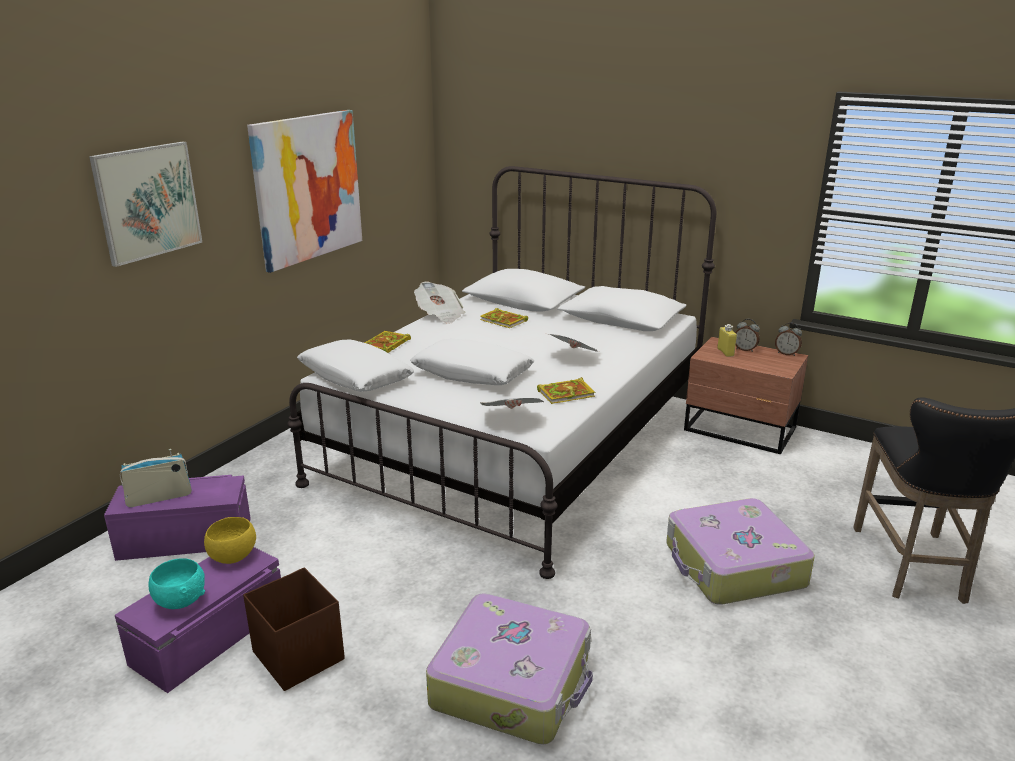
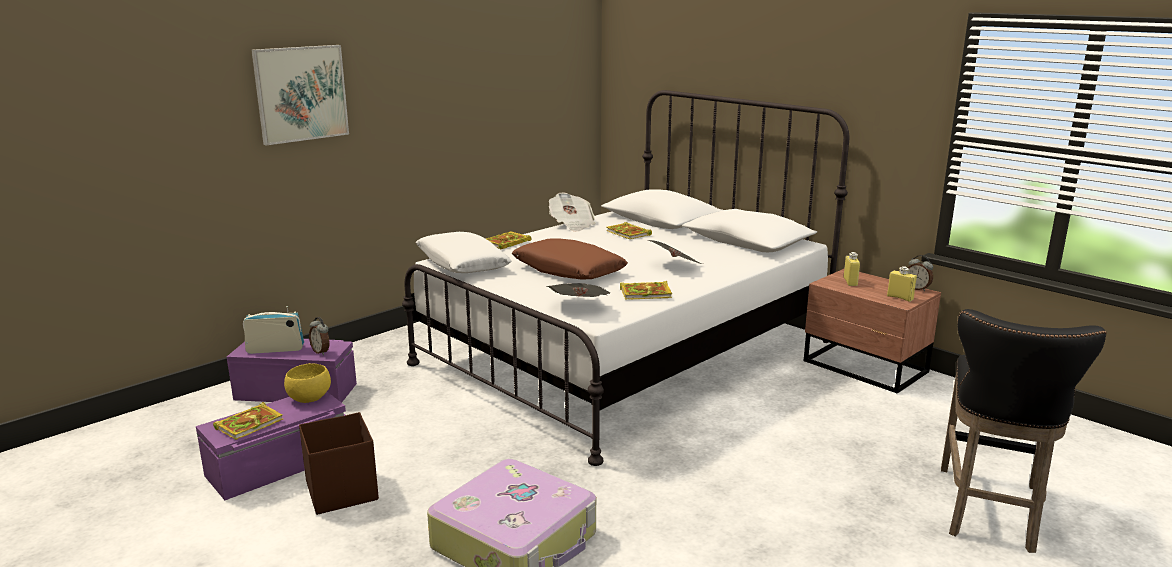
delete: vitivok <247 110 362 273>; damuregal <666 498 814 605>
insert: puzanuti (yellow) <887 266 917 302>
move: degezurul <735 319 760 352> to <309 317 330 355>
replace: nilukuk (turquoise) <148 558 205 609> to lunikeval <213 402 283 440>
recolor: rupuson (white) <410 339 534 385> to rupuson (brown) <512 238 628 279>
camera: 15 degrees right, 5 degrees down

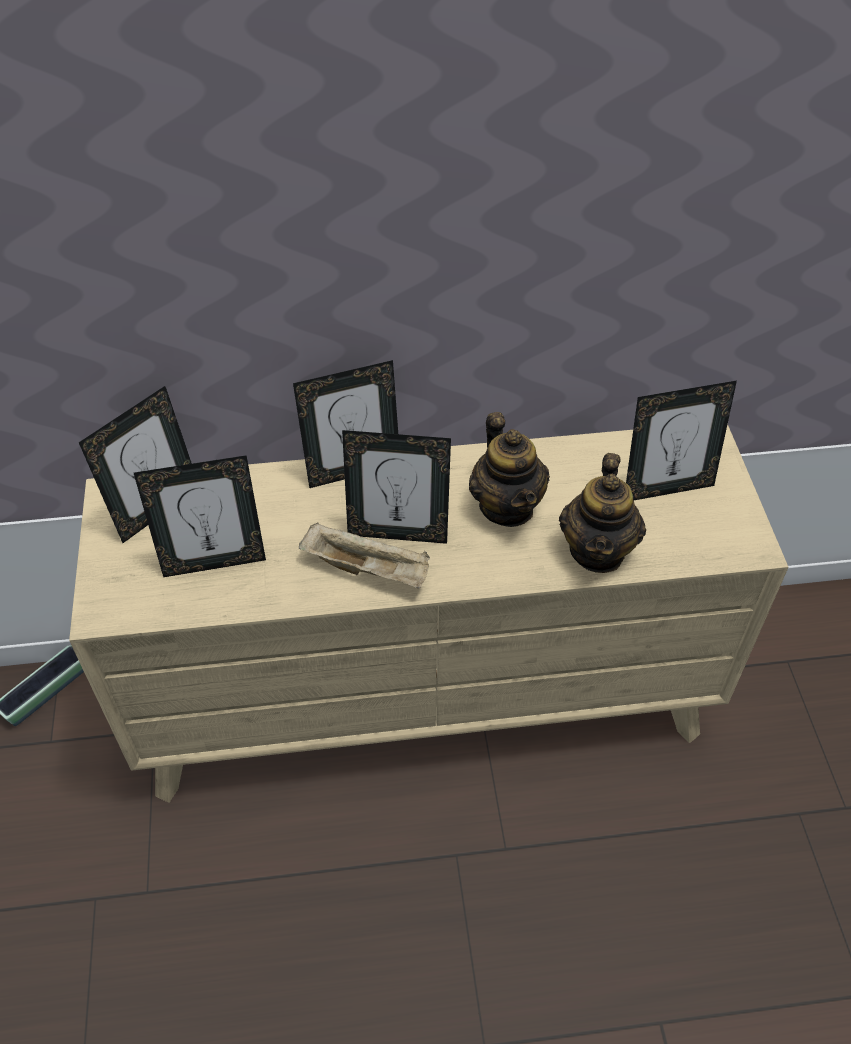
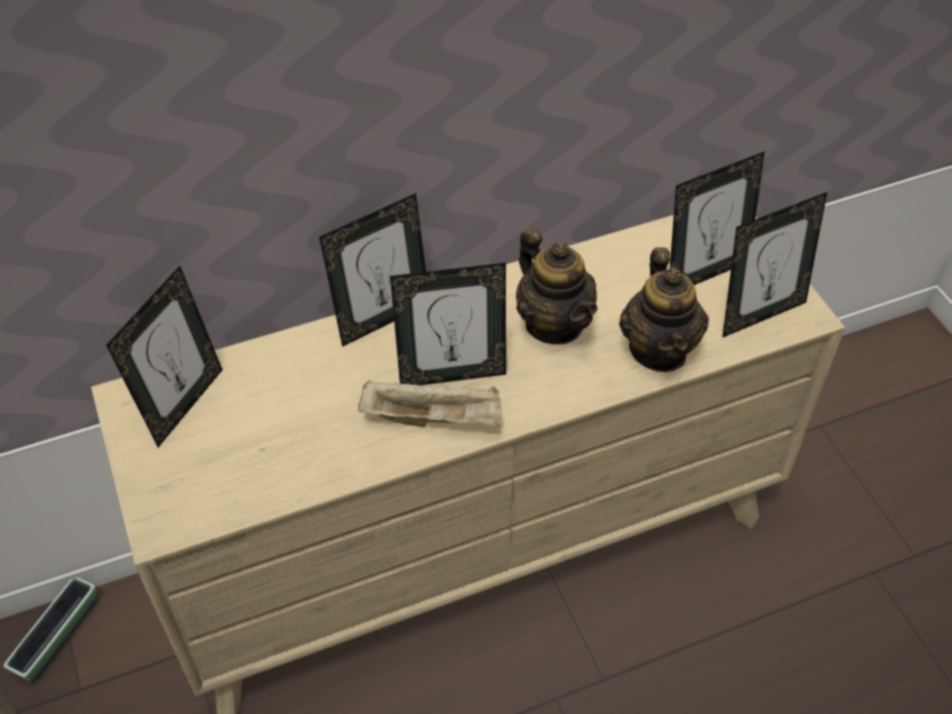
move: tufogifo <134 455 266 577> to <722 192 827 338>
camera: 15 degrees left, 0 degrees up

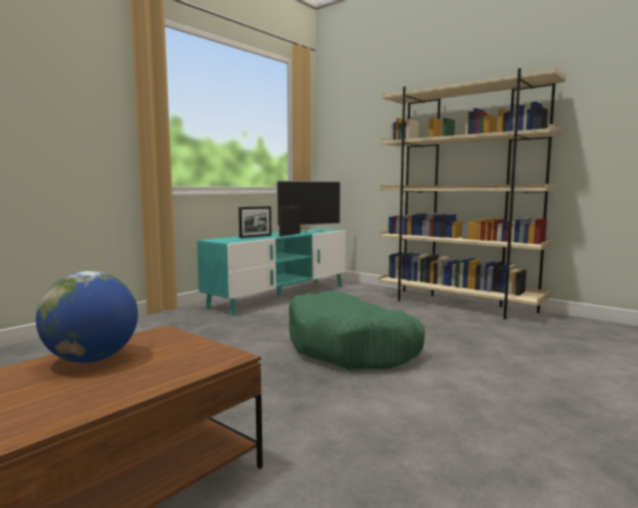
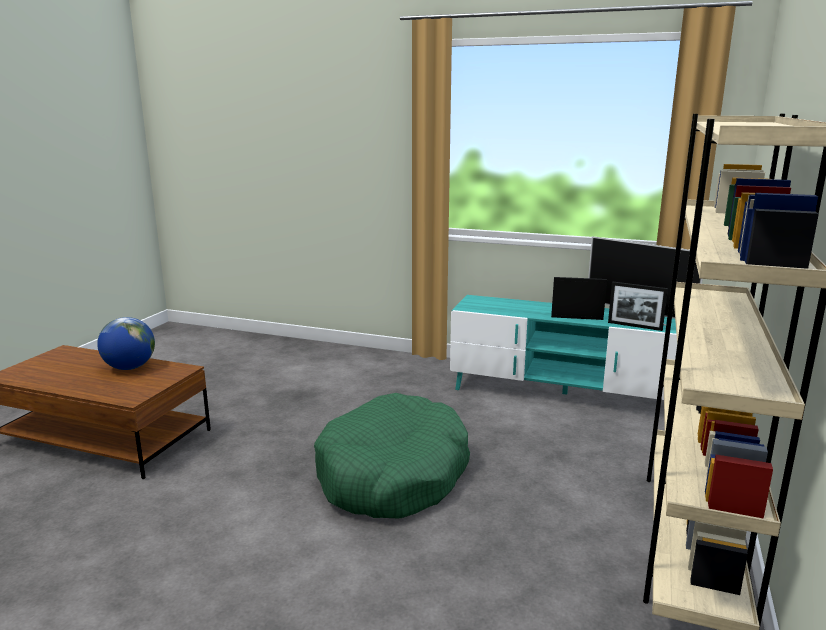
move: tufogifo <239 206 271 238> to <608 282 668 331>
camera: 70 degrees right, 10 degrees up

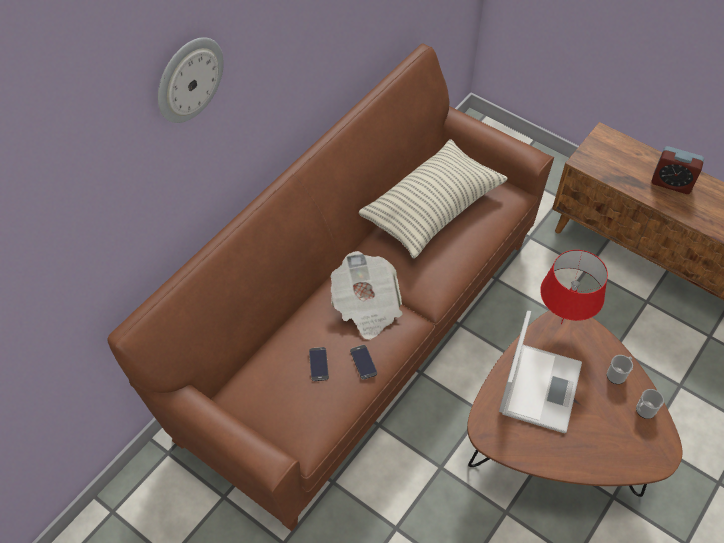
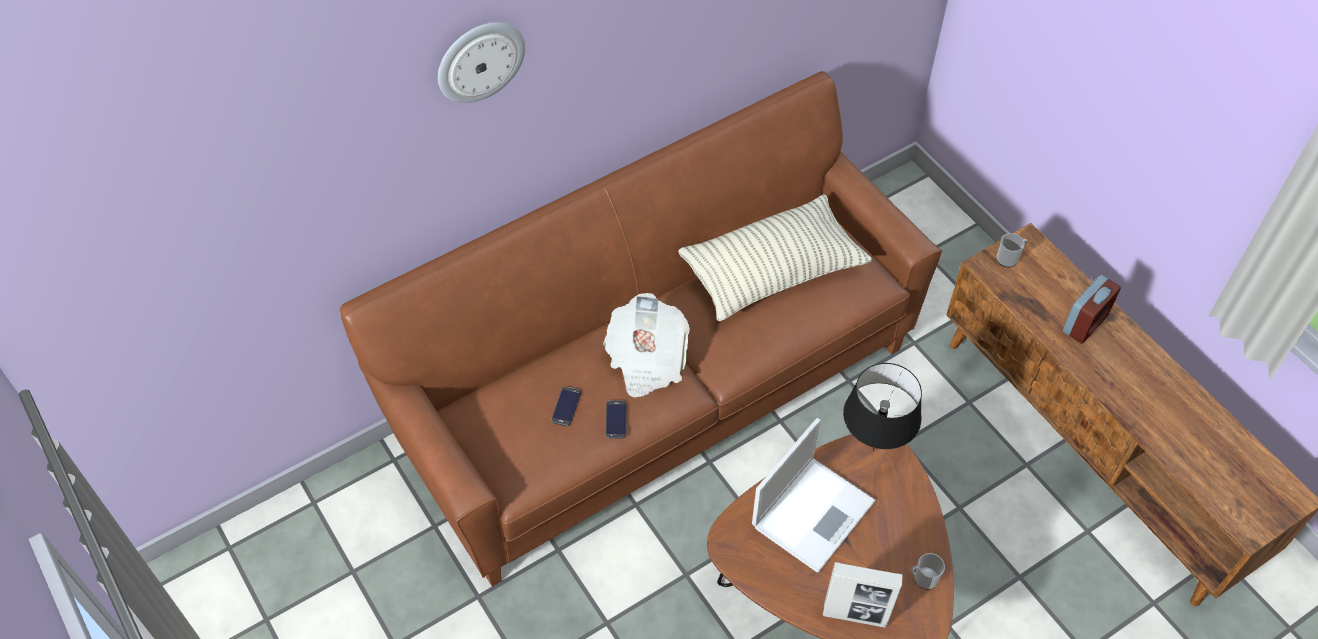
insert: tufogifo <823 562 903 628>
move: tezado <607 355 633 384> to <996 233 1028 267>
recolor: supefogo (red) <540 250 608 324> to supefogo (black) <843 363 922 451>
rotate: degezurul <652 146 704 194> = <1063 275 1121 344> 90 degrees counterclockwise
camera: 20 degrees right, 0 degrees up

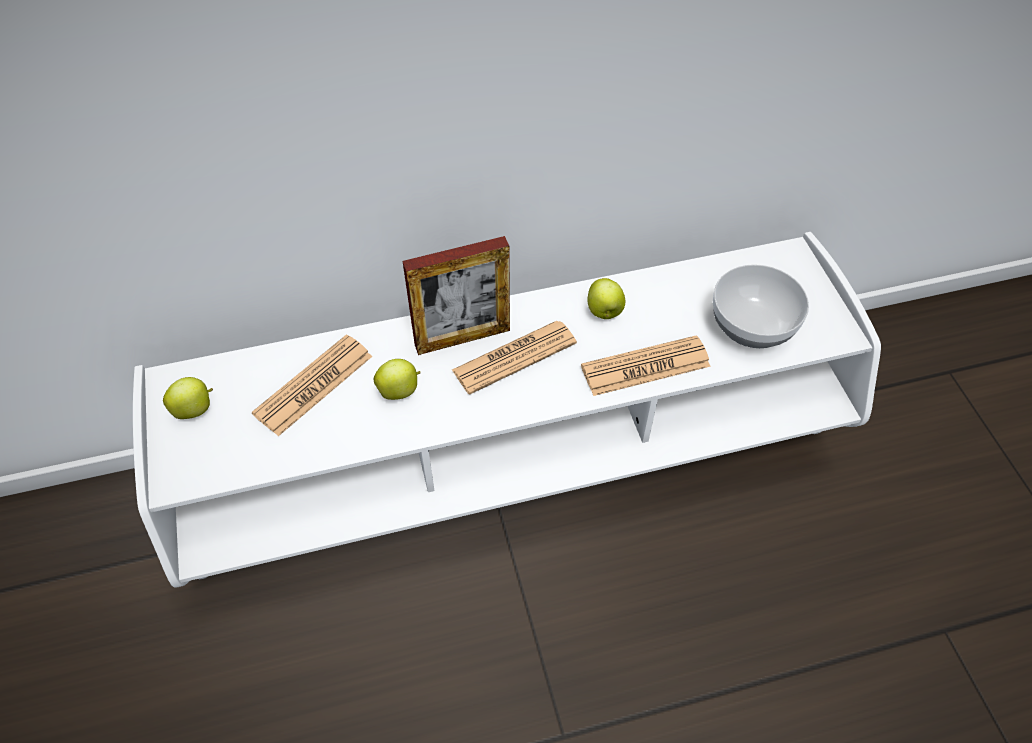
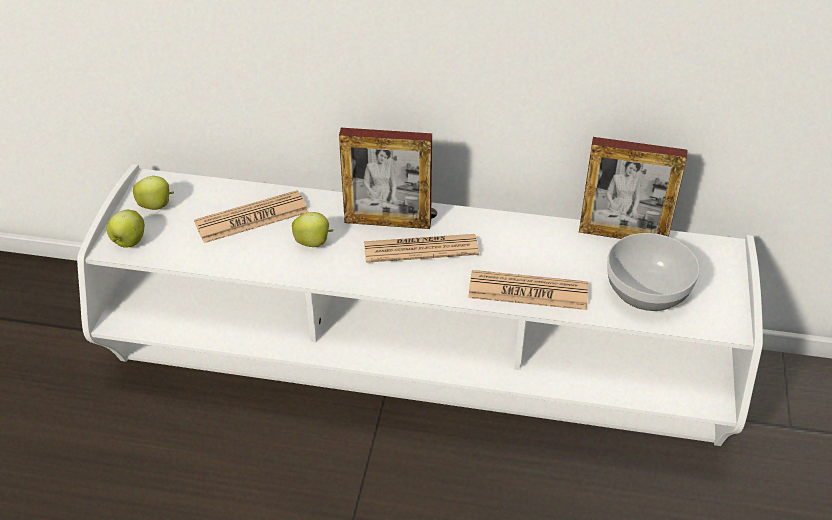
insert: tufogifo <579 137 688 239>
move: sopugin <587 278 625 319> to <107 210 144 248>
camera: 25 degrees right, 10 degrees down

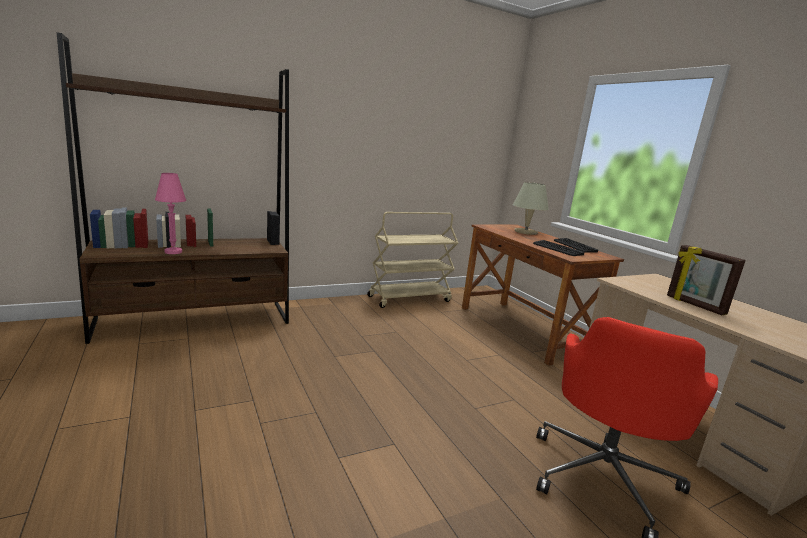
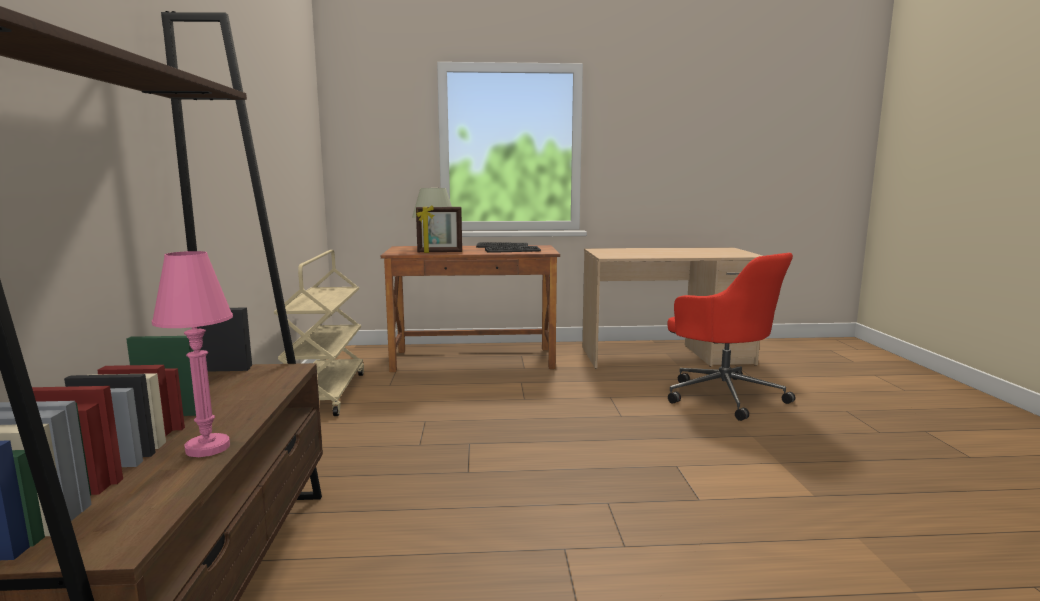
move: tufogifo <667 245 746 315> to <416 205 462 253>
camera: 65 degrees left, 5 degrees down

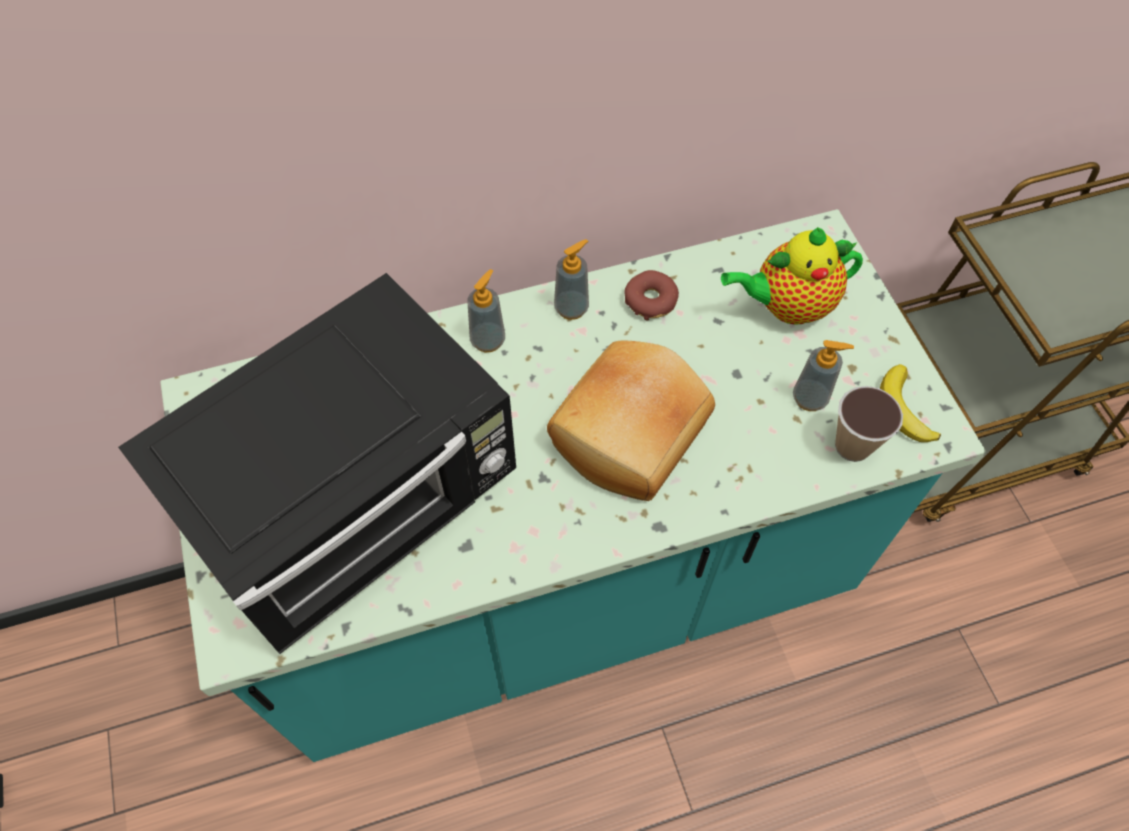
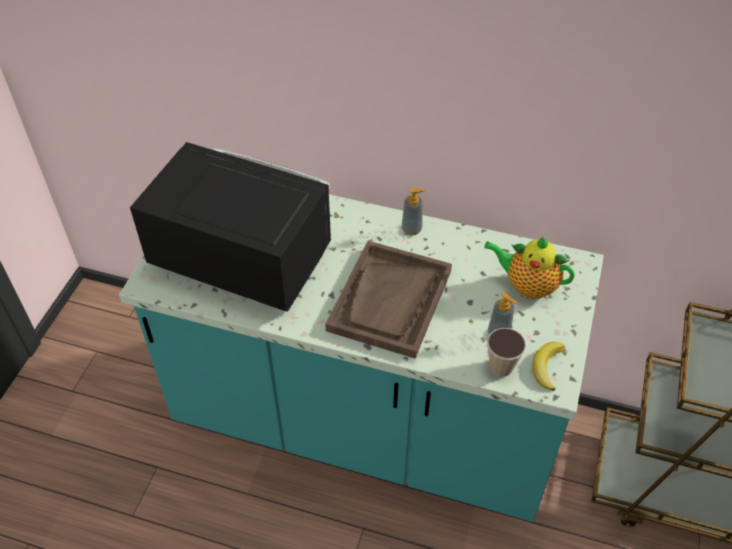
delete: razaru <468 269 505 352>; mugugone <625 270 679 320>
replace: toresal <547 340 715 501> to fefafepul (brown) <325 241 452 358>
rotate: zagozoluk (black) <118 273 516 654> = <130 142 331 312> 150 degrees counterclockwise
camera: 35 degrees right, 10 degrees down

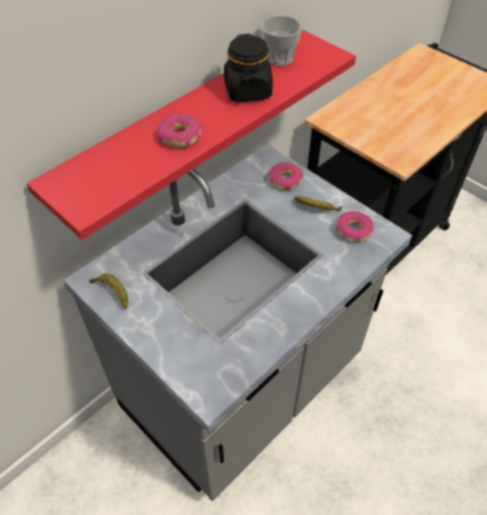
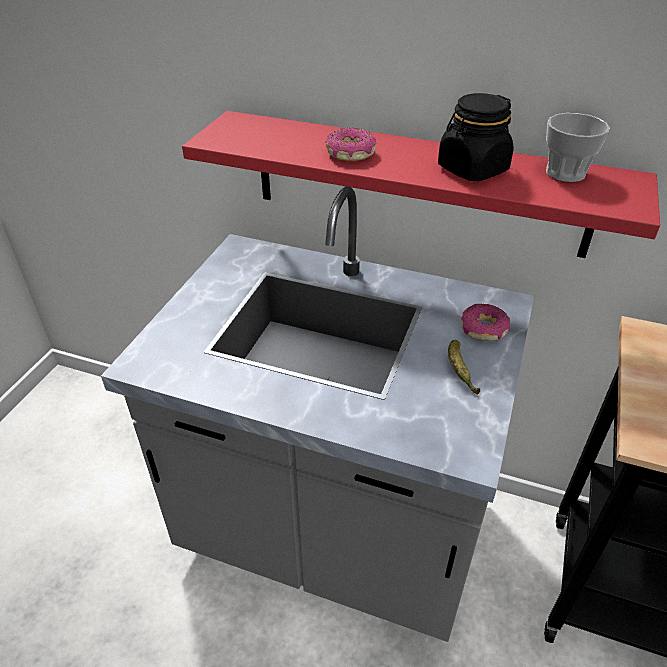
delete: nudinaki <89 274 128 309>; mugugone <336 211 373 242>
camera: 65 degrees right, 10 degrees down

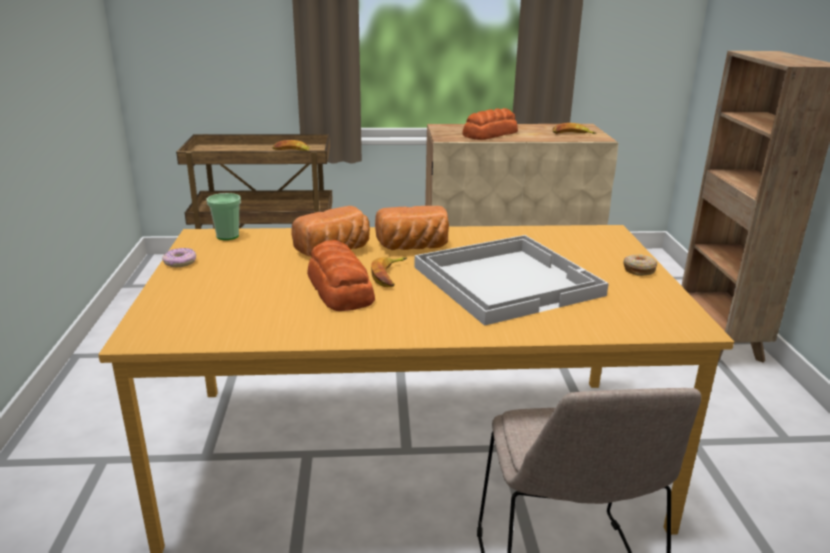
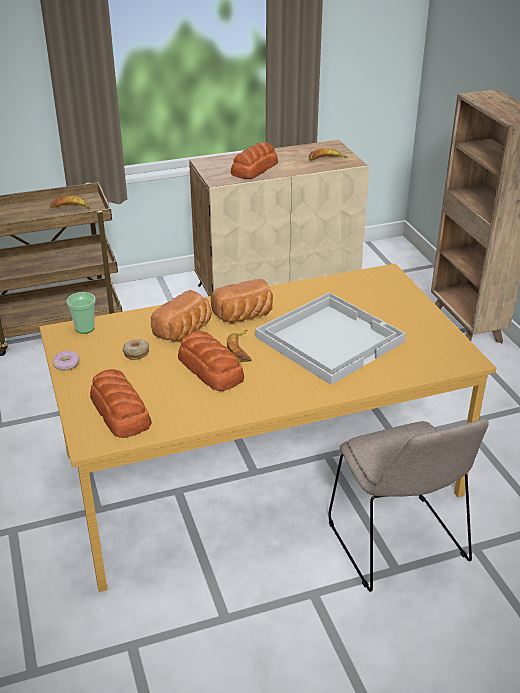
insert: toresal <90 369 152 438>
move: mugugone <623 254 657 276> to <123 339 150 360>
camera: 15 degrees left, 10 degrees up

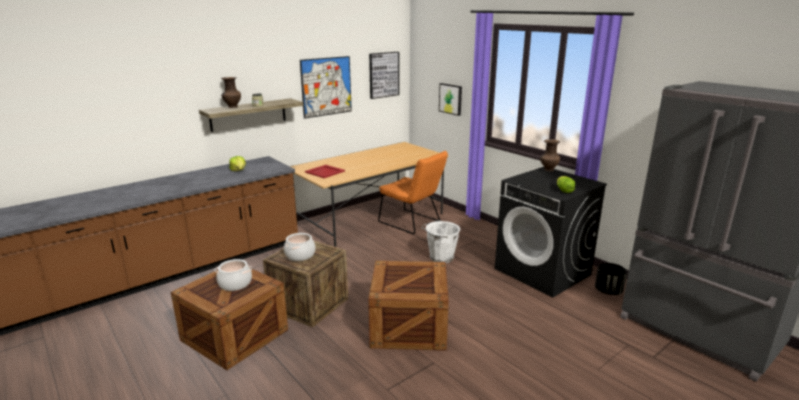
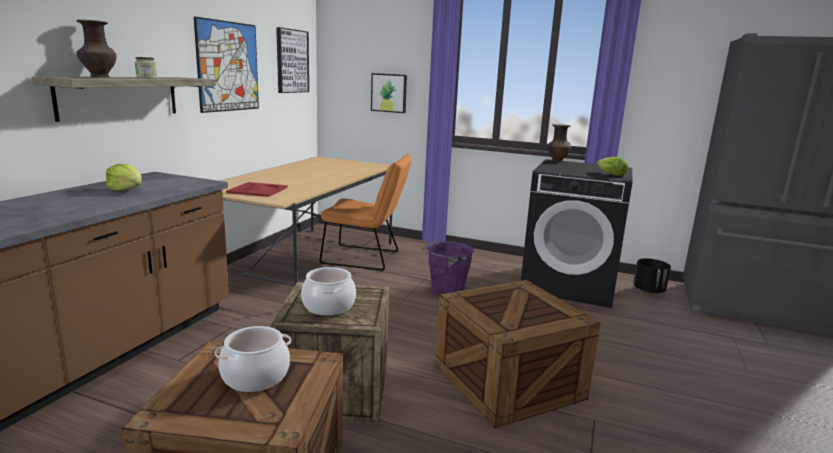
recolor: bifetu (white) <422 220 460 263> to bifetu (purple) <421 241 474 295>
camera: 30 degrees left, 5 degrees down

